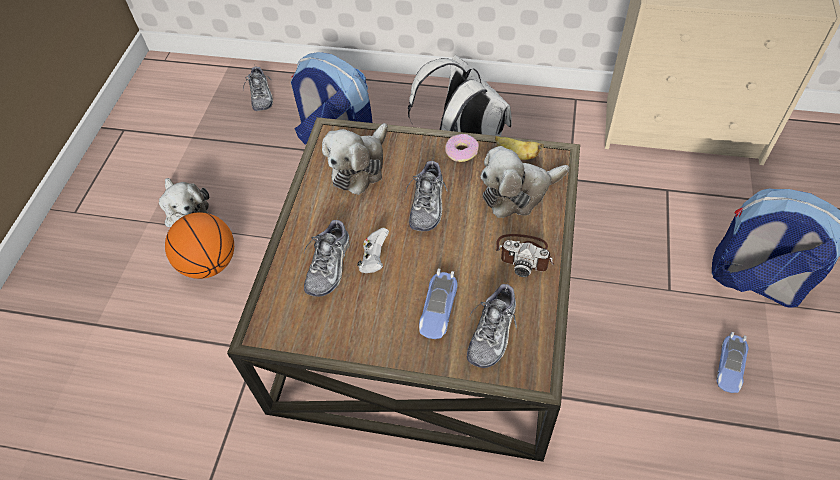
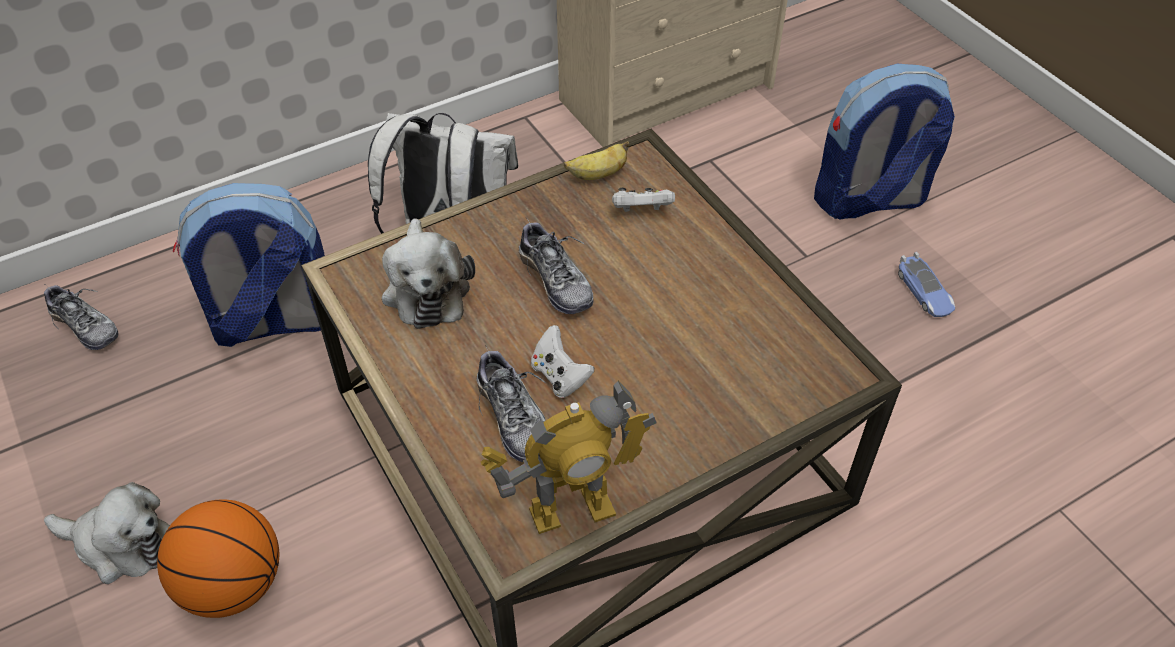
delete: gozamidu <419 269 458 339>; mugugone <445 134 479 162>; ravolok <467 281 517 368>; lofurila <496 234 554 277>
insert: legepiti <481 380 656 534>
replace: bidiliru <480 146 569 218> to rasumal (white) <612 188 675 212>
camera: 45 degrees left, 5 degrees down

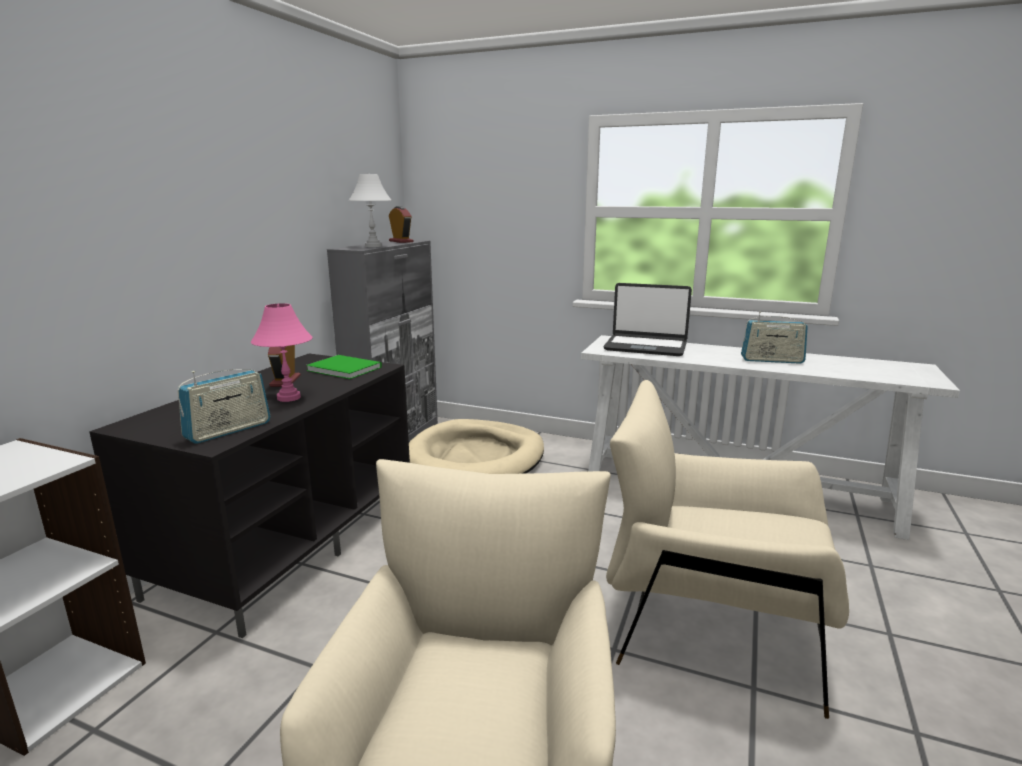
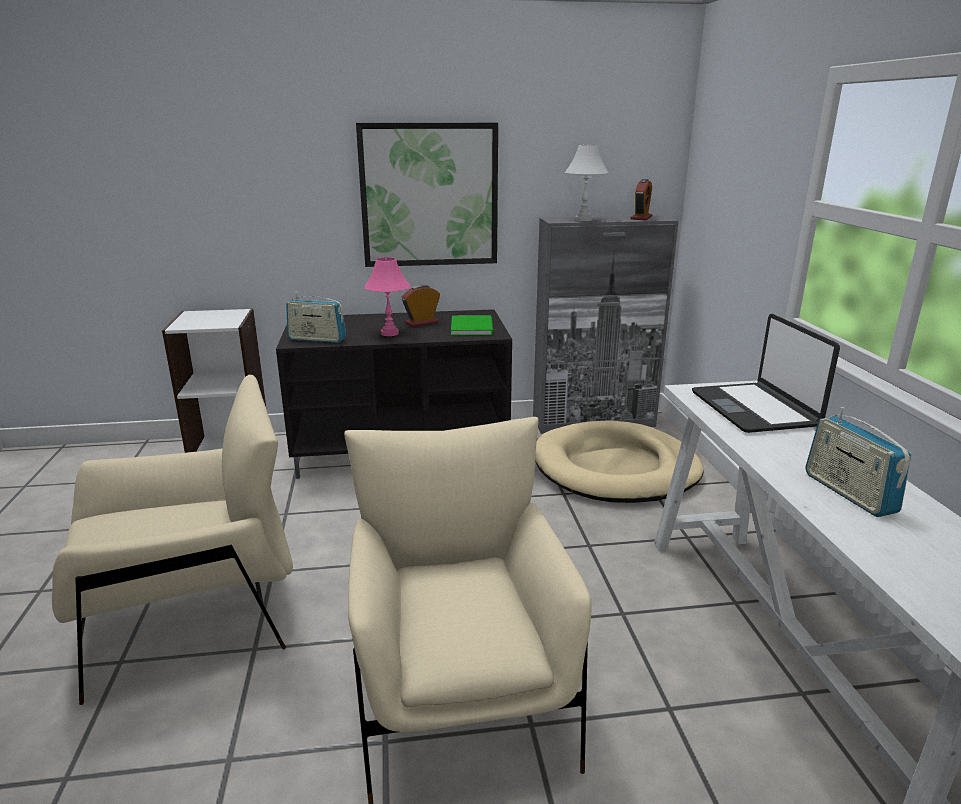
insert: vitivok <356 123 498 267>
camera: 60 degrees right, 5 degrees up

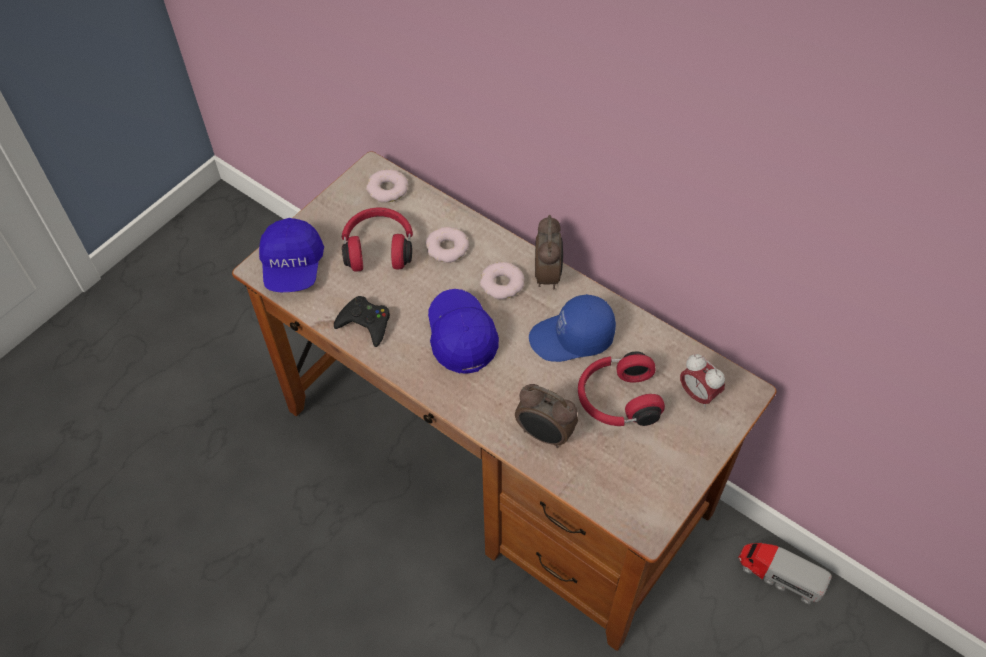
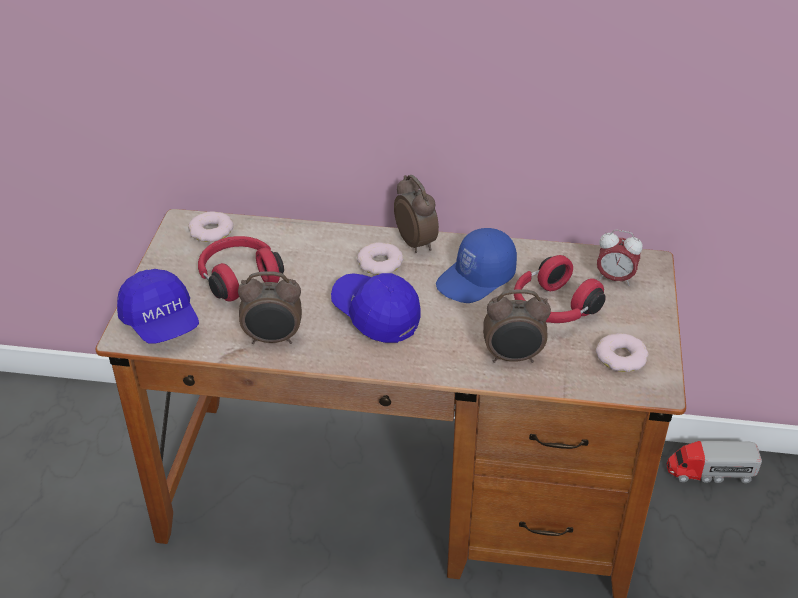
move: mugugone <425 227 469 263> to <596 333 648 372>
replace: rasumal (black) <334 296 390 347> to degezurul <238 271 302 344>
camera: 30 degrees left, 15 degrees down

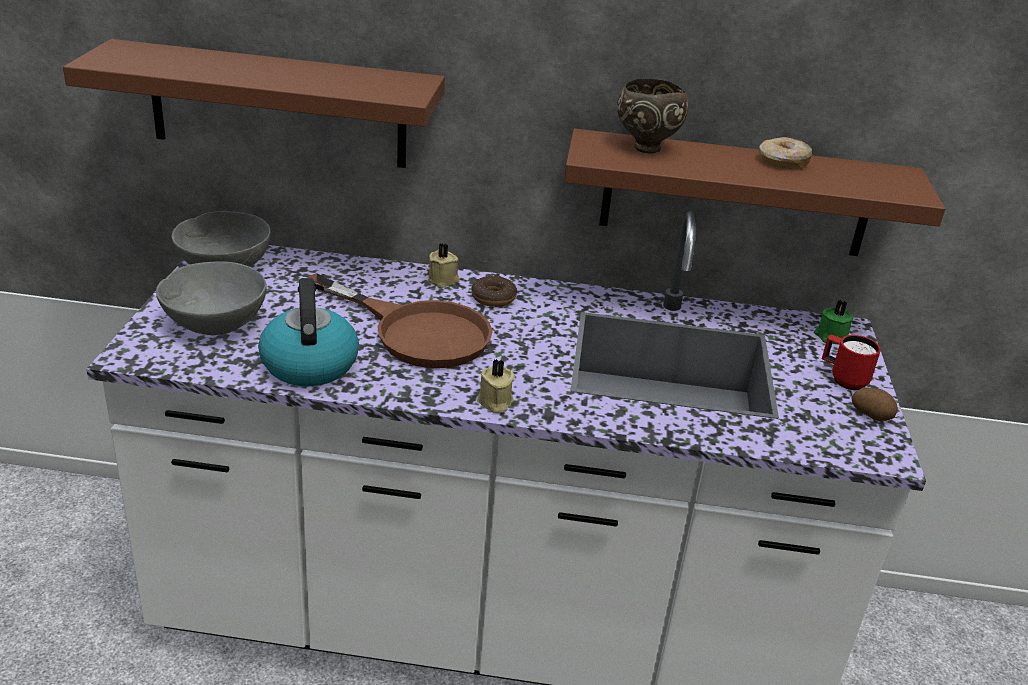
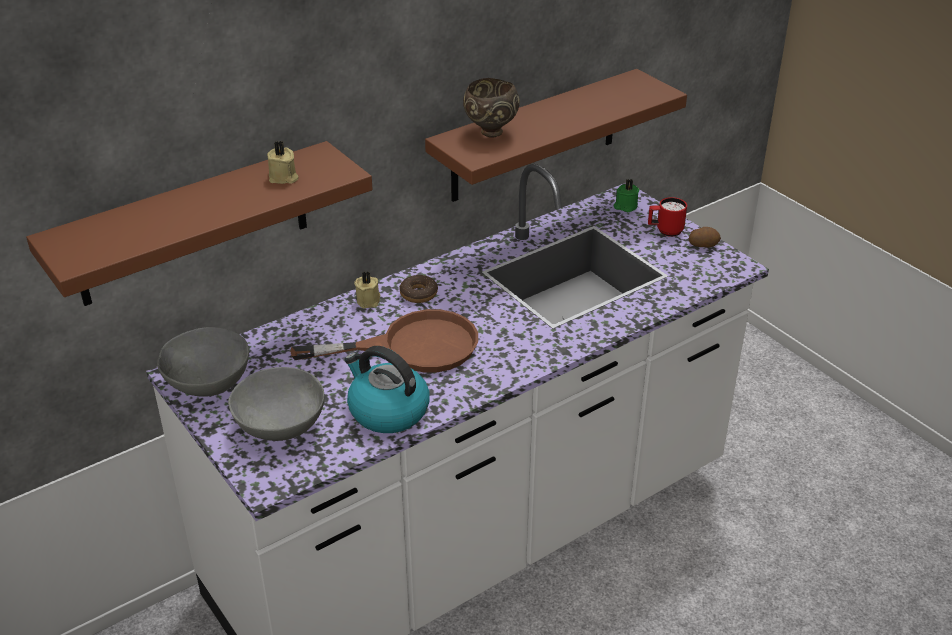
delete: mugugone <759 137 812 169>
move: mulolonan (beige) <477 359 515 413> to <267 141 298 184>
camera: 40 degrees left, 5 degrees up

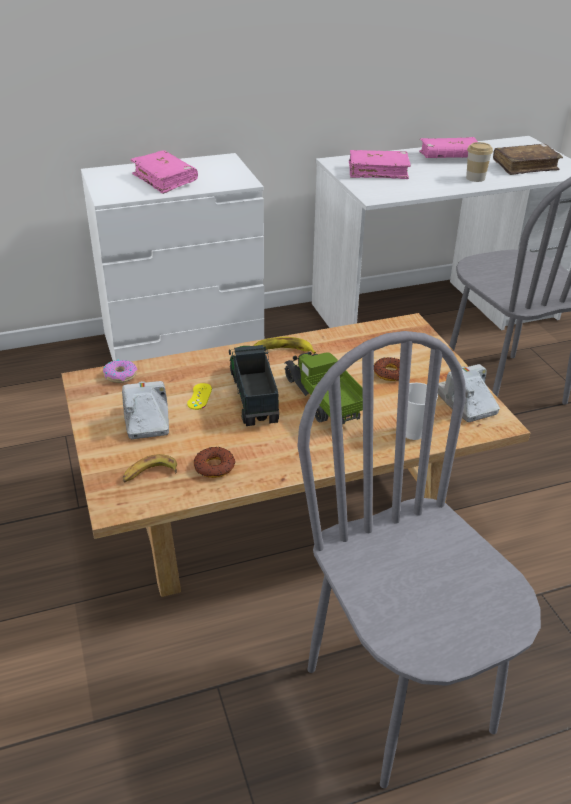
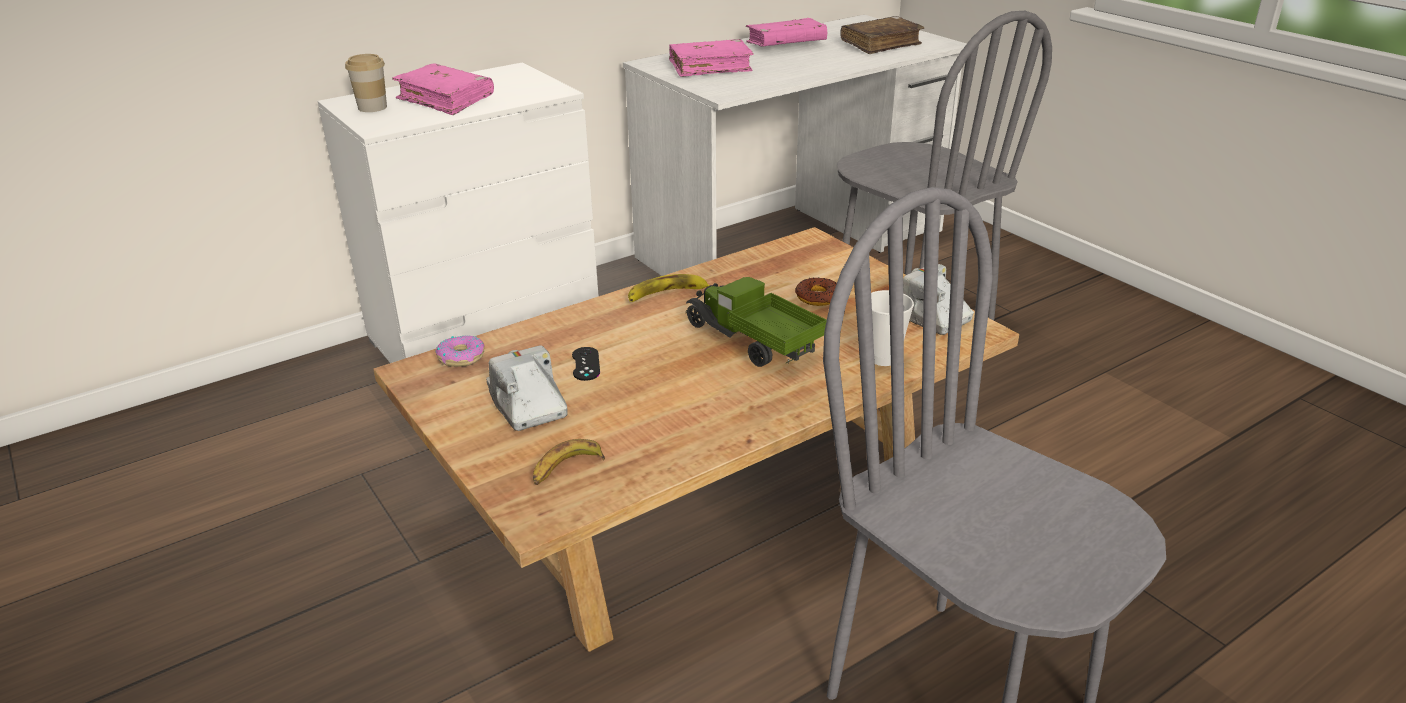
delete: mugugone <194 447 235 478>; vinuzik <229 345 279 426>
move: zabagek <466 142 493 182> to <345 54 387 112>
recolor: rasumal (yellow) <187 383 212 410> to rasumal (black) <572 347 600 381>
camera: 15 degrees left, 5 degrees down

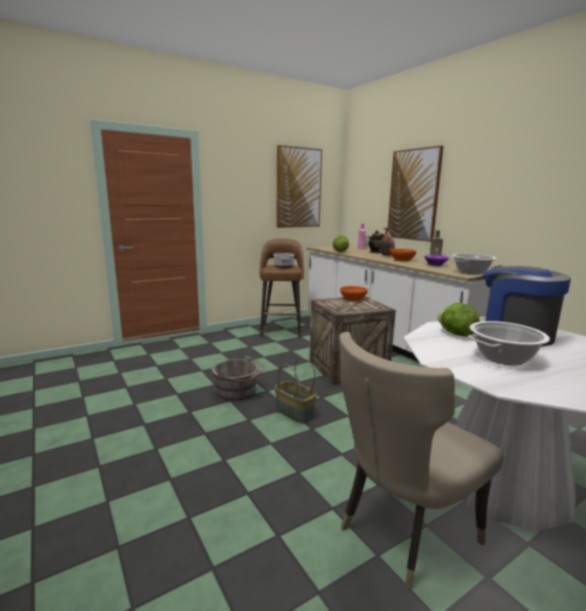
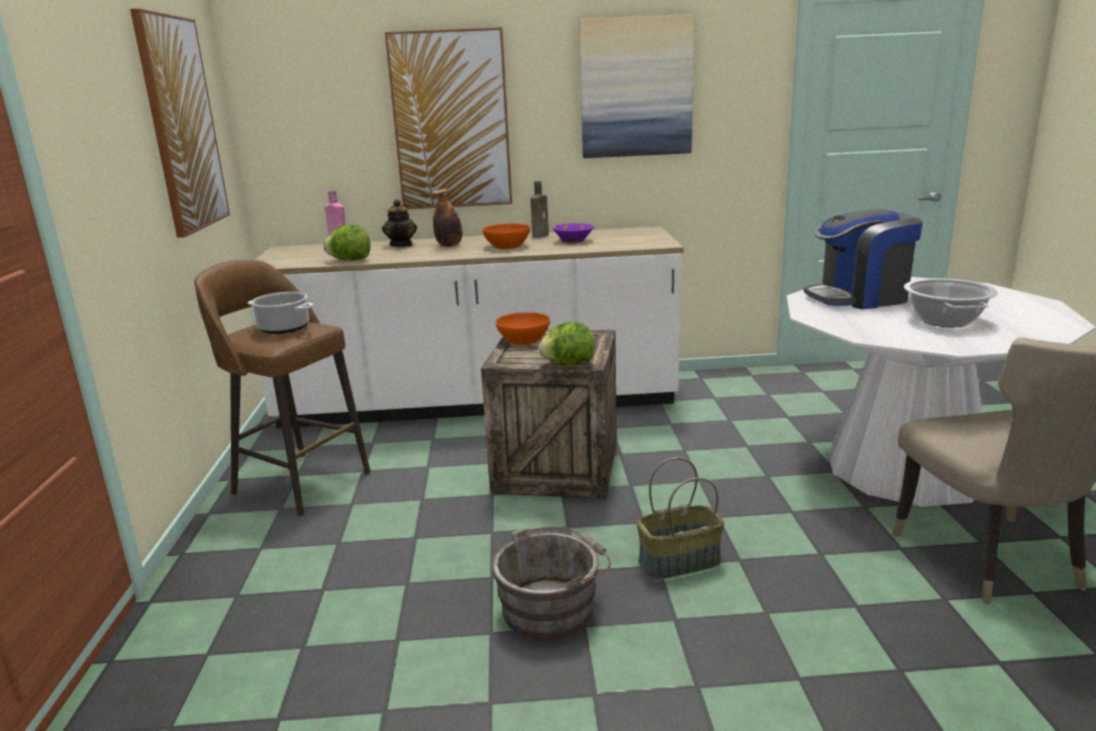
delete: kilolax <451 254 497 275>
insert: vitivok <579 14 694 158>
move: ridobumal <438 303 480 337> to <539 322 594 365>
camera: 60 degrees left, 5 degrees up

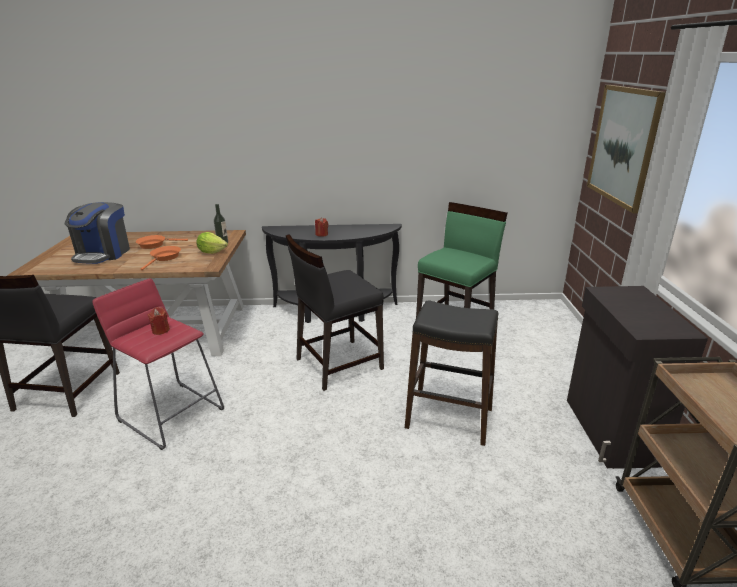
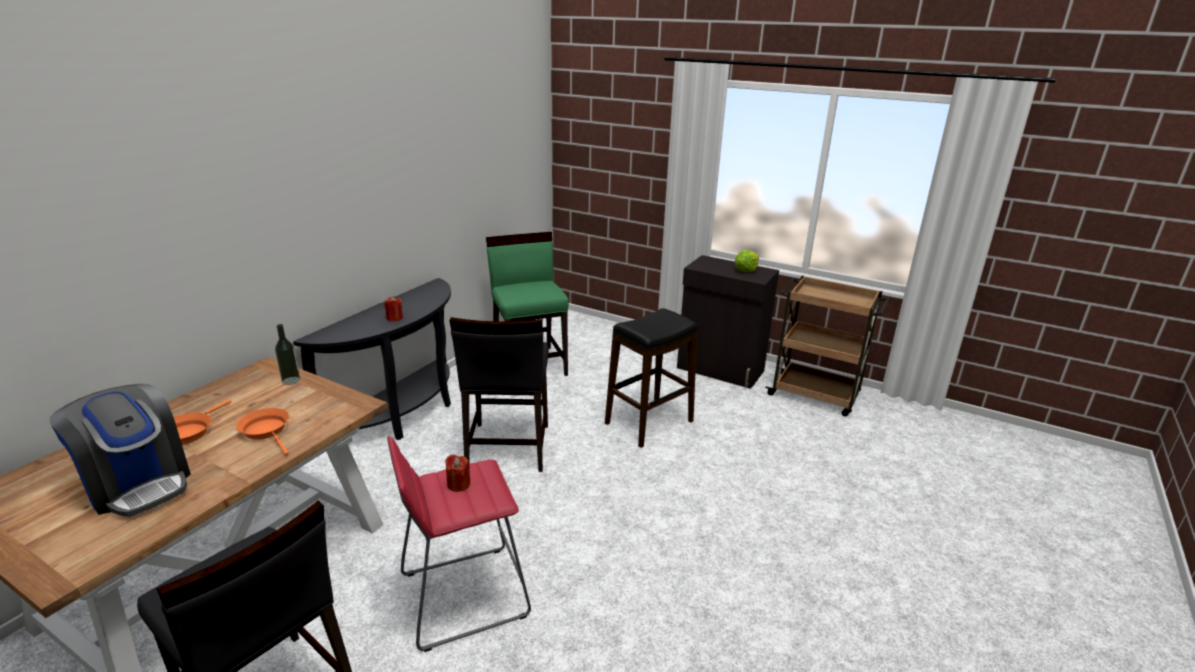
delete: vitivok <587 85 666 214>
move: ridobumal <196 232 228 254> to <735 250 759 272>
camera: 60 degrees left, 0 degrees up

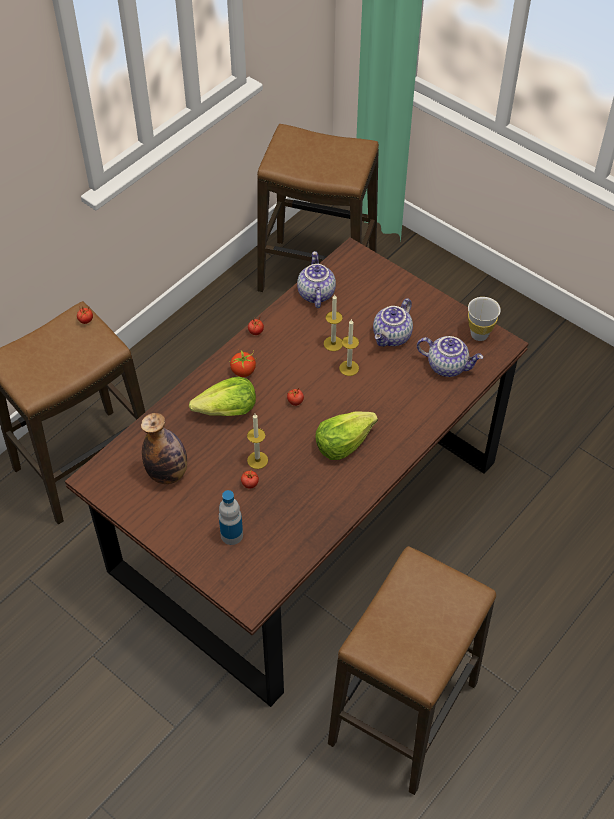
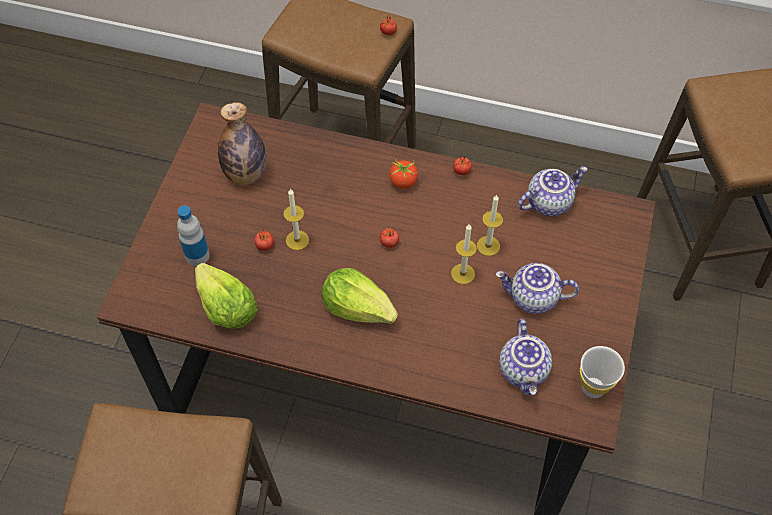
move: ridobumal <189 377 256 416> to <195 263 258 329>
camera: 65 degrees right, 5 degrees up

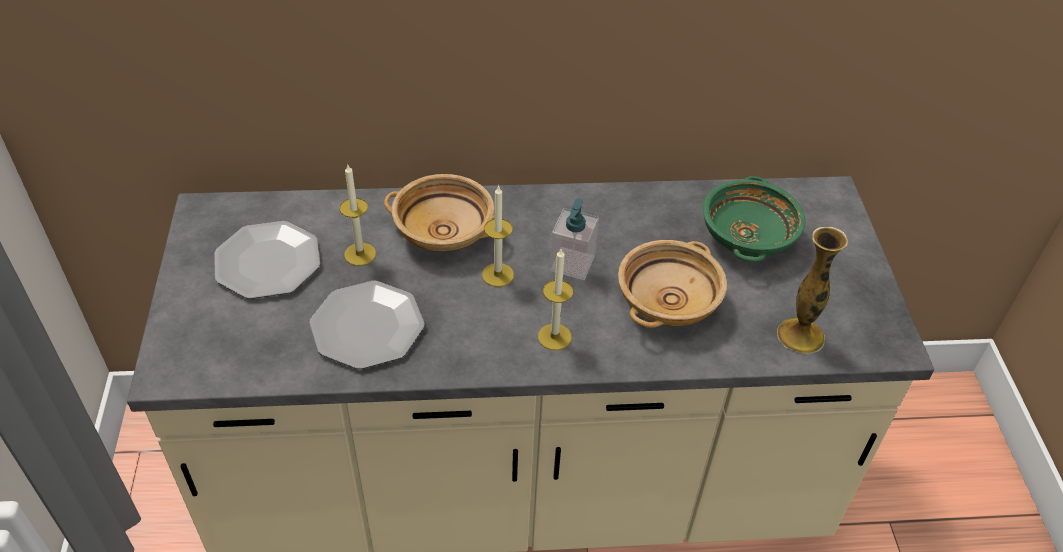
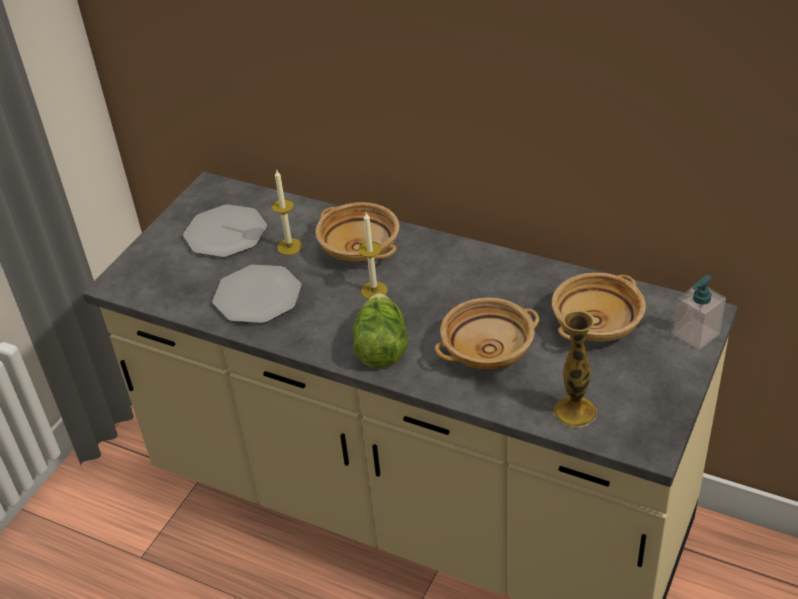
move: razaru <550 198 599 280> to <673 275 726 350>
replace: mulolonan <538 249 573 350> to ridobumal <353 293 408 368>
recolor: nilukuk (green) <703 176 805 262> to nilukuk (beige) <552 272 646 342>
camera: 35 degrees right, 5 degrees down

